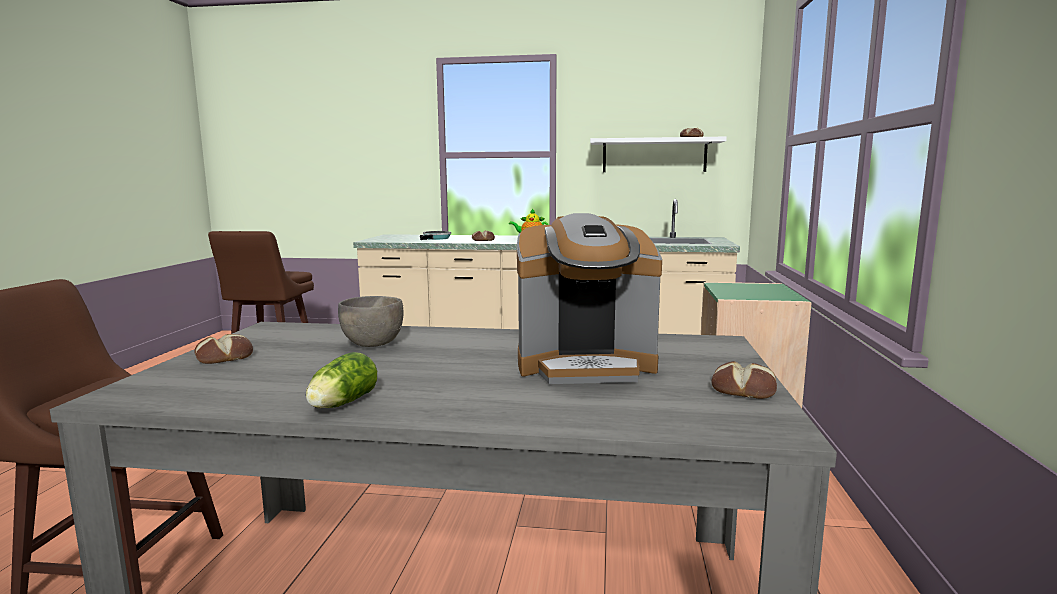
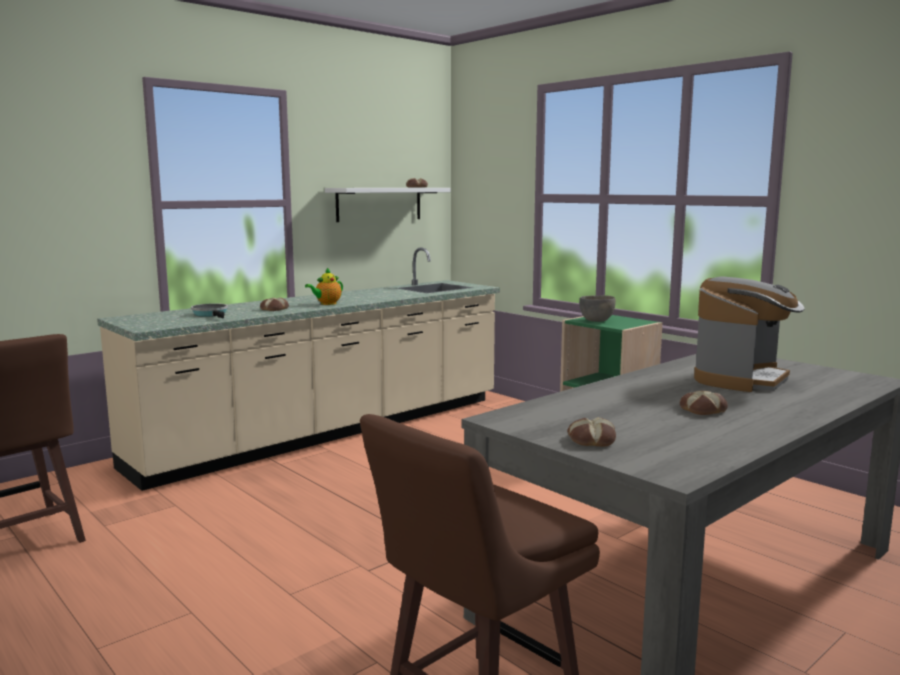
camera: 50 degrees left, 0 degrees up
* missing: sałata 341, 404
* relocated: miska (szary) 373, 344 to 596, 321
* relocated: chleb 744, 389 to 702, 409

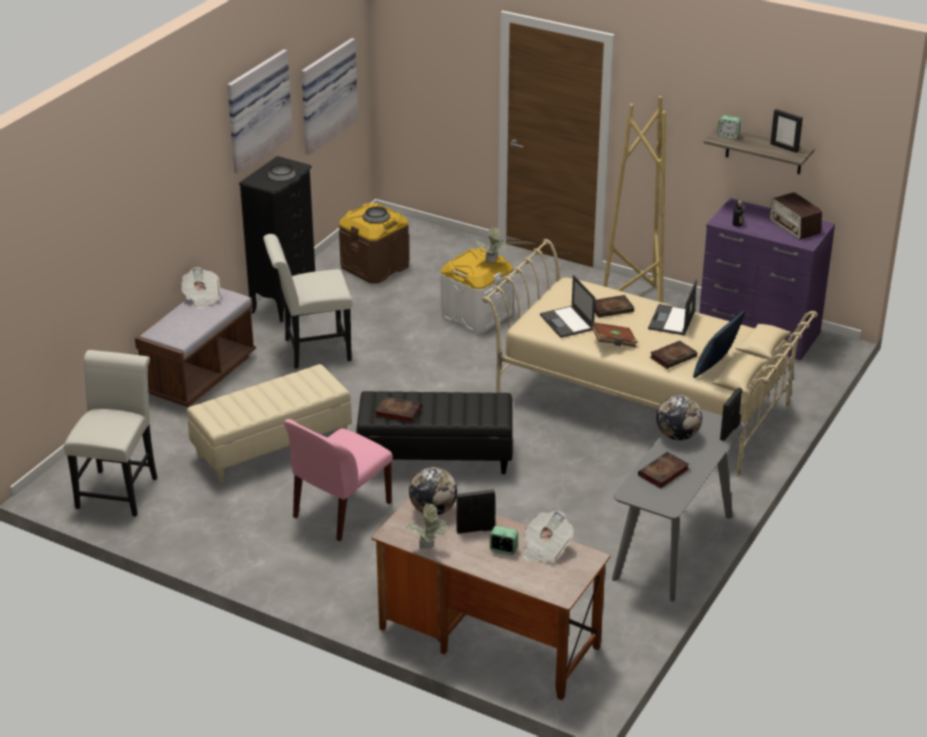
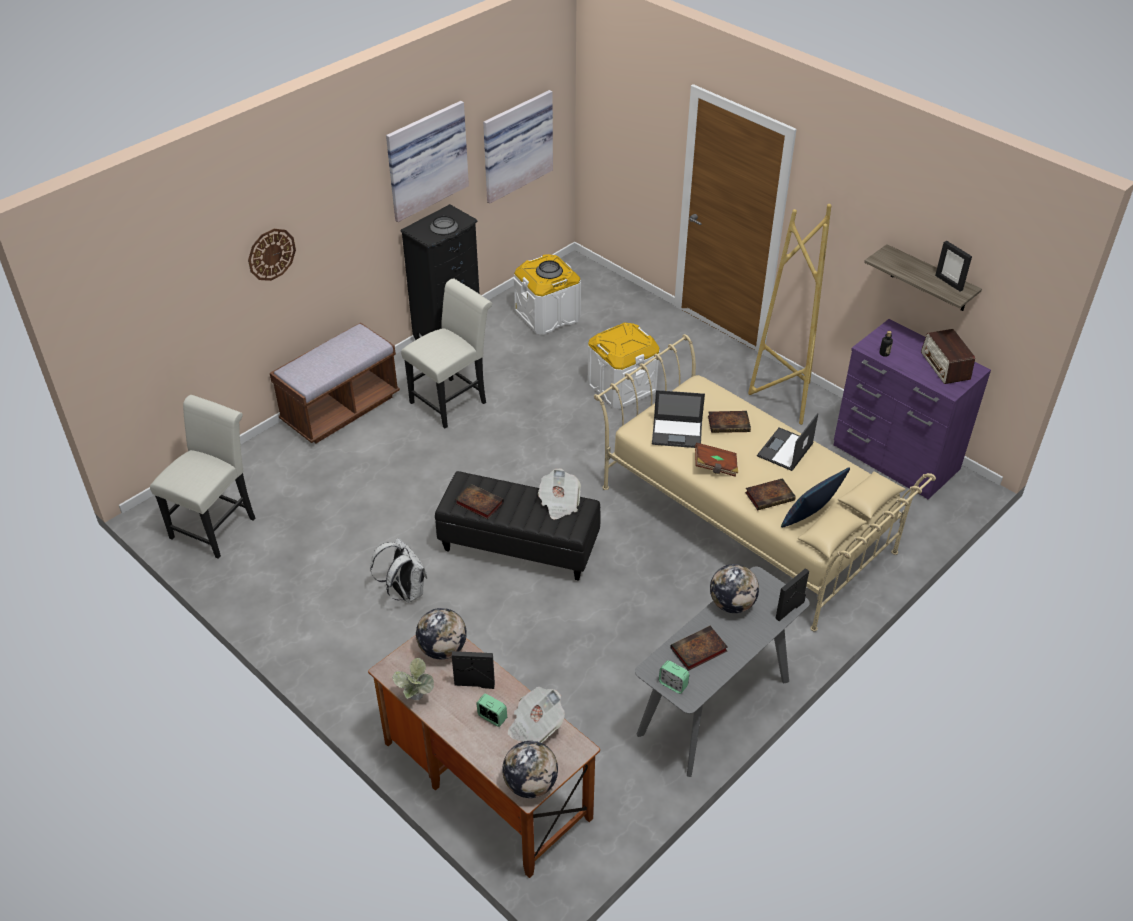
camera: 15 degrees right, 10 degrees up
* missing: pufa (beżowy) 272, 449
* missing: roślina doniczkowa 491, 264
* appeared: zegar ścienny 271, 254
* appeared: globus 530, 784
* relocated: gazeta 202, 298 to 559, 503
* relocated: budzik 728, 135 to 673, 684
* exchanged: krzesło (różowy) 340, 511 to plecak (biały) 404, 592
* colour: pojemnik do przechowywania (brązowy) 375, 267 to pojemnik do przechowywania (biały) 547, 315
* spun: krzesło (biały) 312, 350 = 452, 400 135 degrees clockwise
* spun: laptop 567, 322 = 677, 433 75 degrees counterclockwise

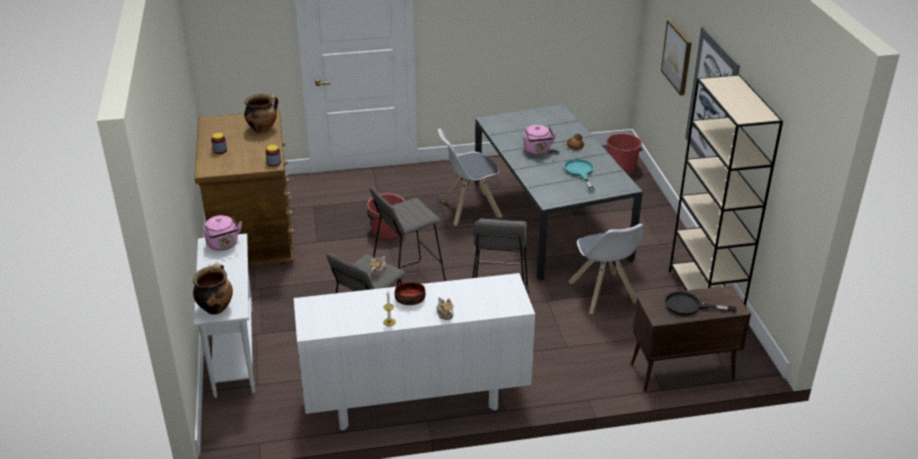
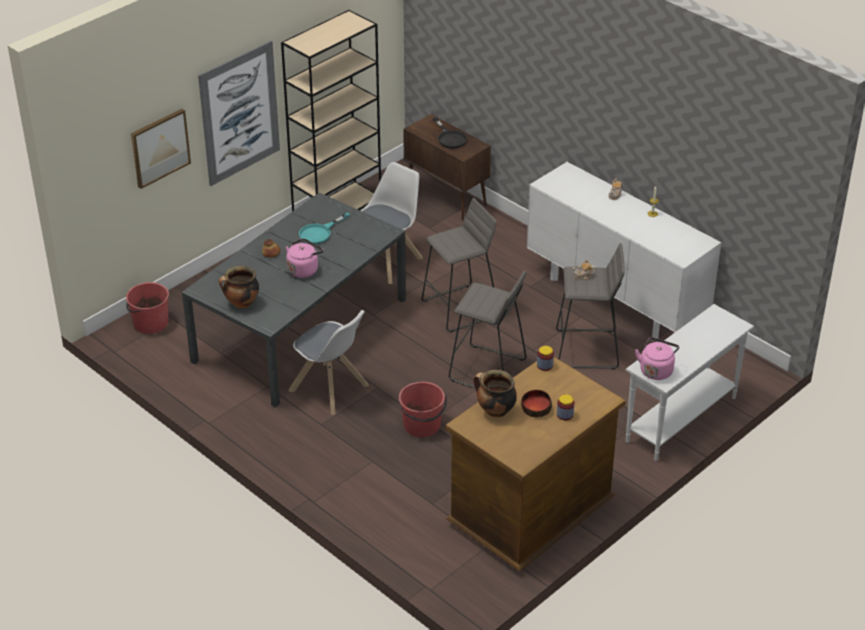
camera: 125 degrees left, 5 degrees up
* relocated: garnek 215, 307 to 241, 304
* relocated: miska 410, 299 to 536, 408

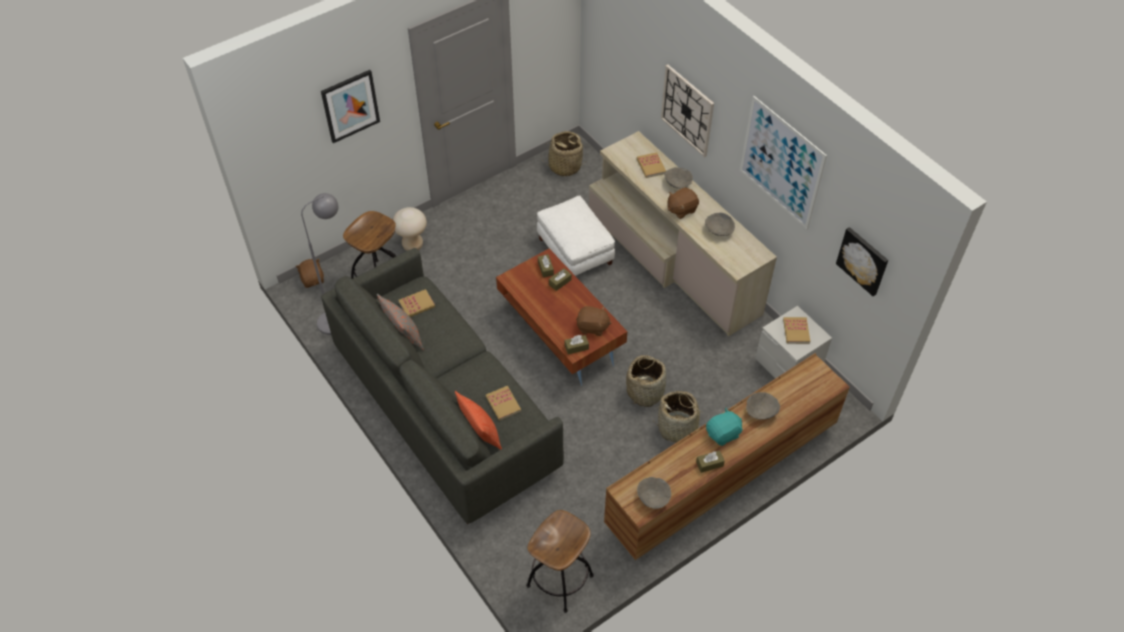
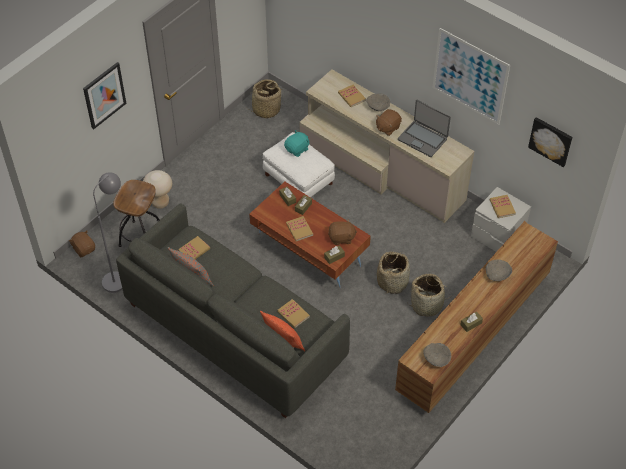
camera: 15 degrees left, 0 degrees up
* missing: stołek (brązowy) 559, 580
* missing: zegar ścienny 687, 110
* appeared: książka 299, 229
* relocated: pluszak (turkusowy) 723, 434 to 297, 149
* exchanged: miska (szary) 719, 230 to laptop 422, 139

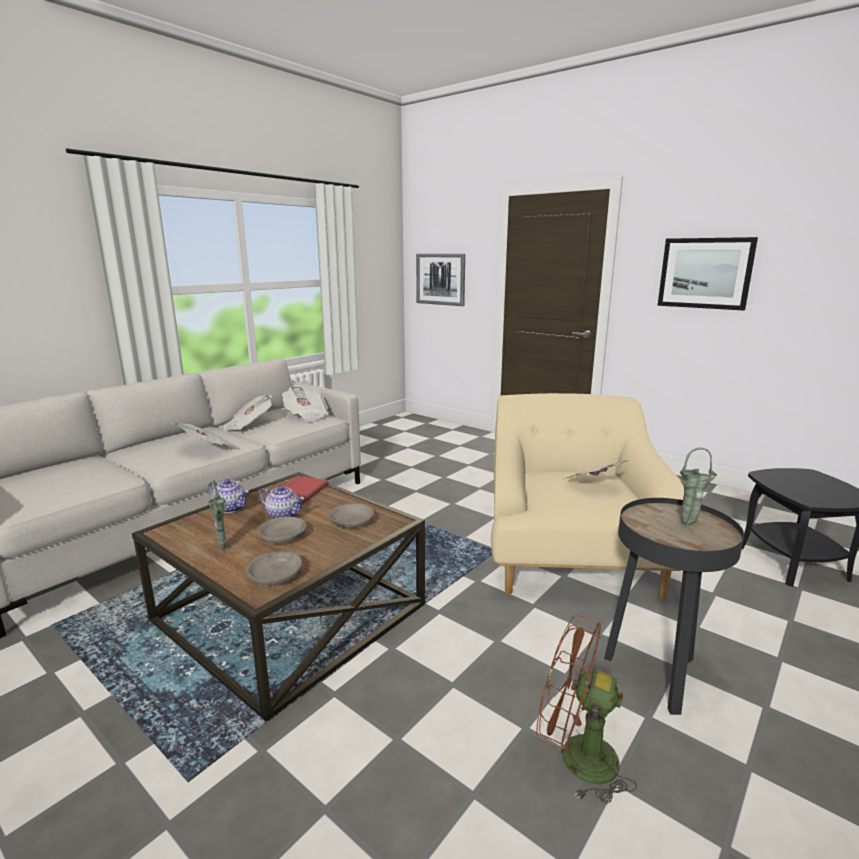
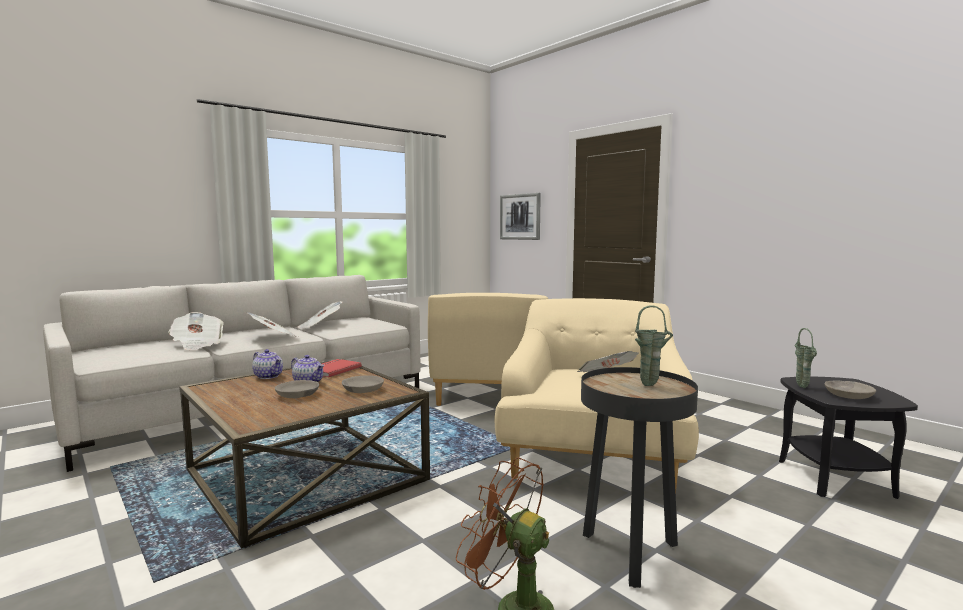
camera: 10 degrees right, 10 degrees down
* missing: obraz 705, 273
* appeared: fotel (beżowy) 491, 391
* relocated: wazon (zielony) 223, 549 to 803, 388
* relocated: miska (szary) 276, 575 to 848, 395
* relocated: gazeta 306, 416 to 197, 344

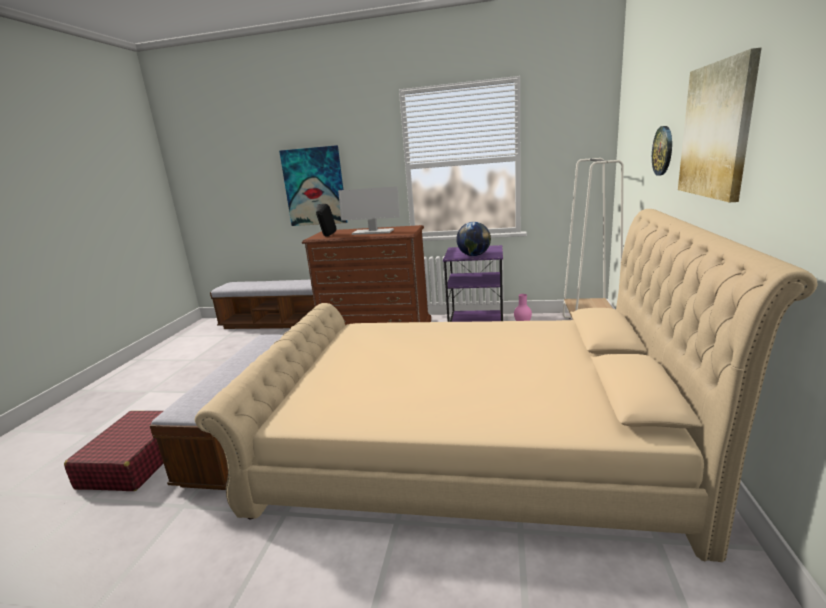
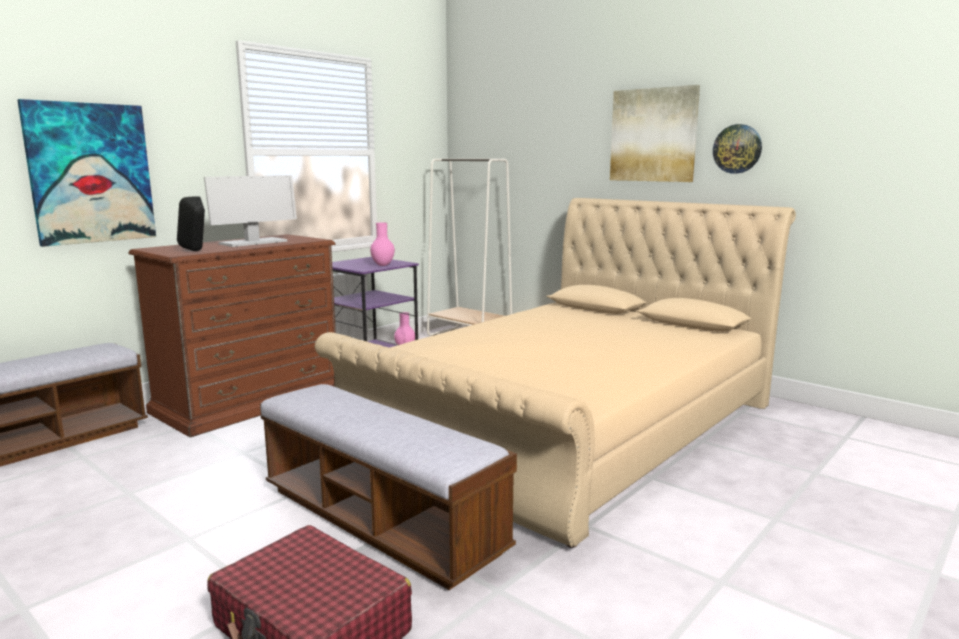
camera: 60 degrees left, 5 degrees down
* relocated: zegar ścienny 663, 150 to 737, 149
* exchanged: globus 474, 255 to wazon (różowy) 382, 265

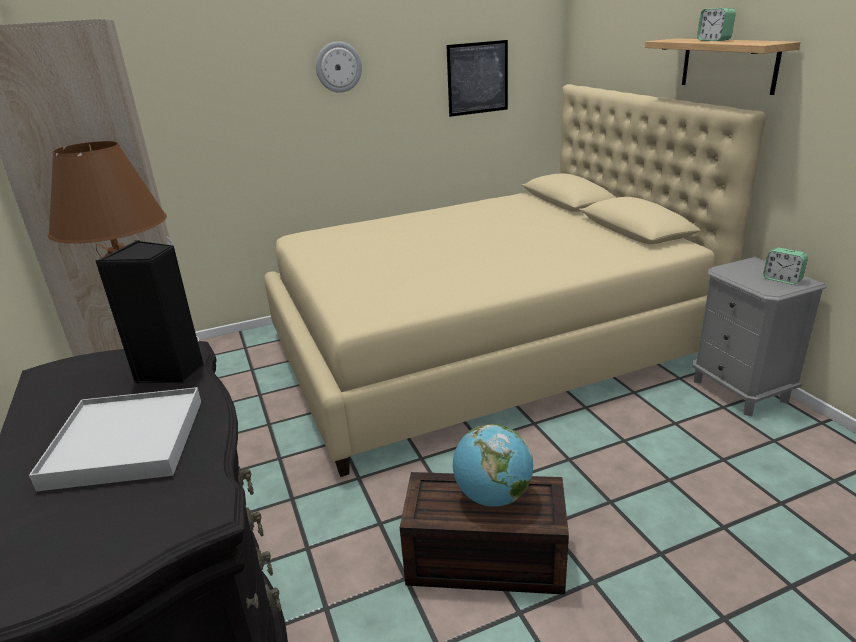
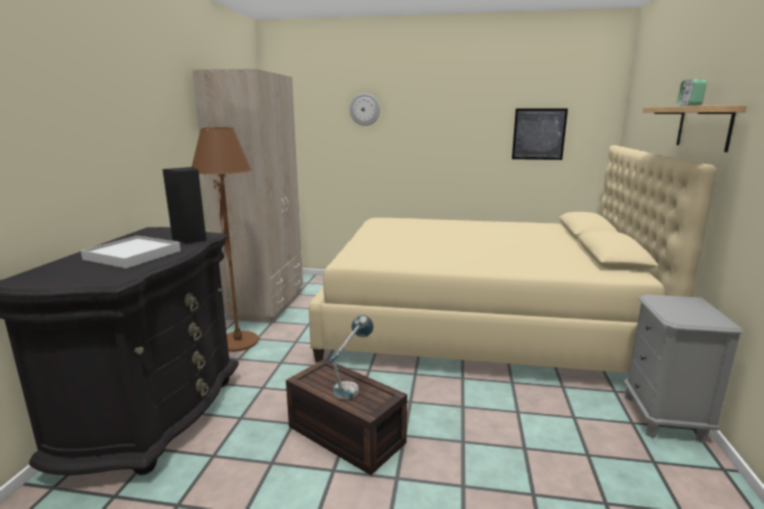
camera: 30 degrees right, 10 degrees down
* missing: budzik 782, 279
* relocated: zegar ścienny 338, 67 to 365, 109
* exchanged: globus 492, 496 to lampa stołowa 352, 386

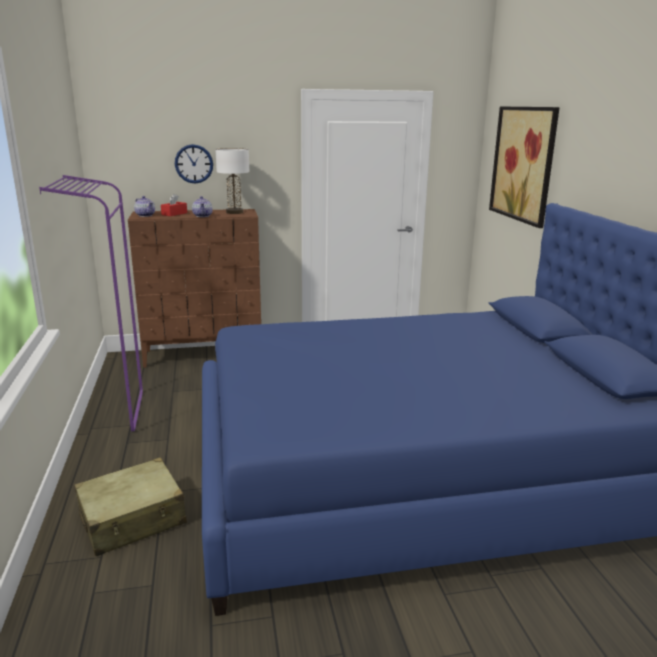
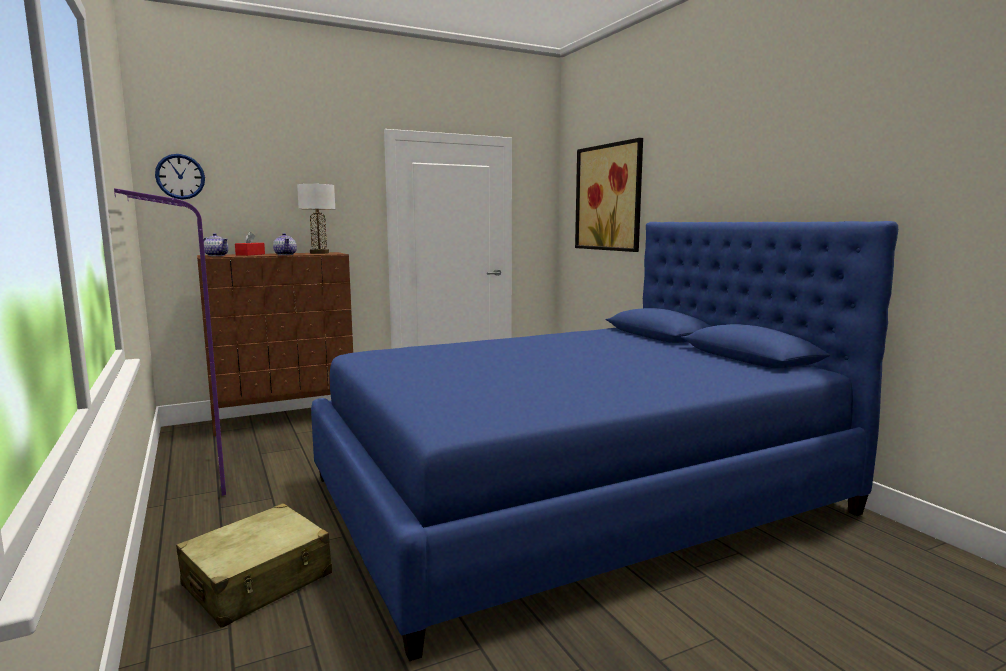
camera: 15 degrees left, 10 degrees down
* relocated: zegar ścienny 194, 164 to 180, 176

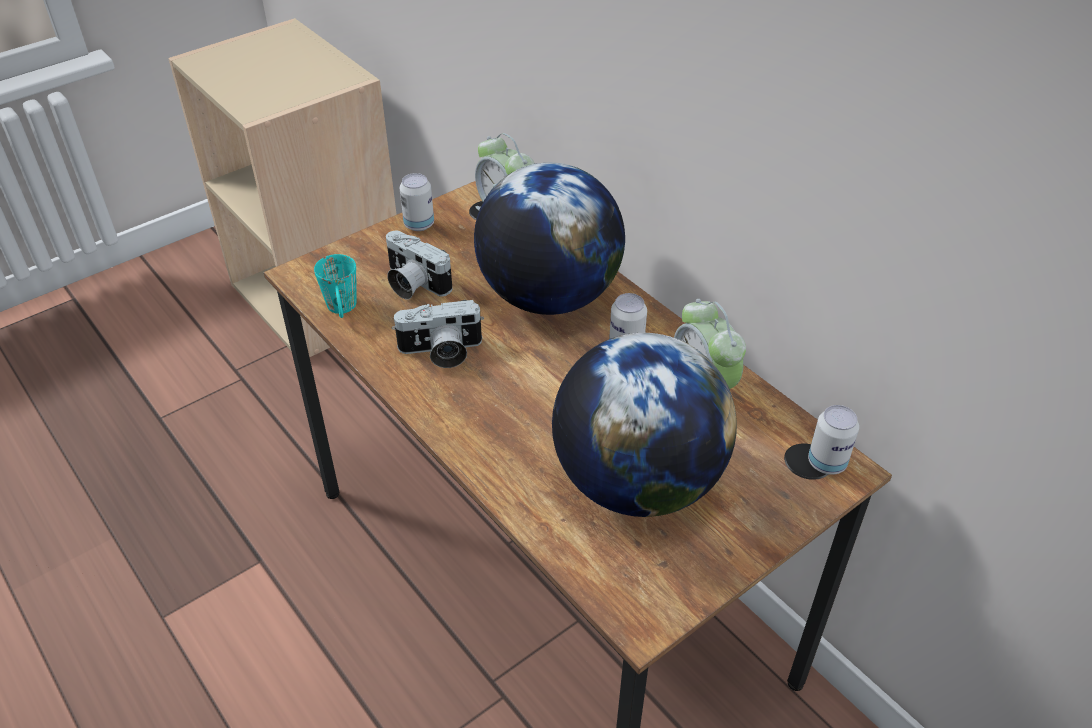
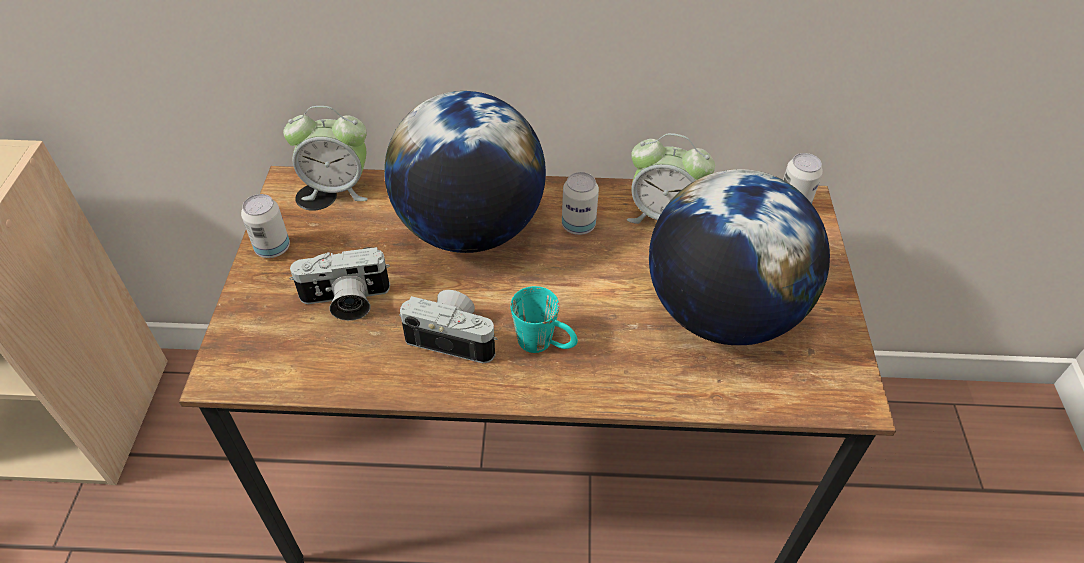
camera: 50 degrees left, 5 degrees up
* relocated: kubek (turkusowy) 343, 311 to 545, 344
* spun: aparat fotograficzny 441, 352 = 454, 337 105 degrees counterclockwise

